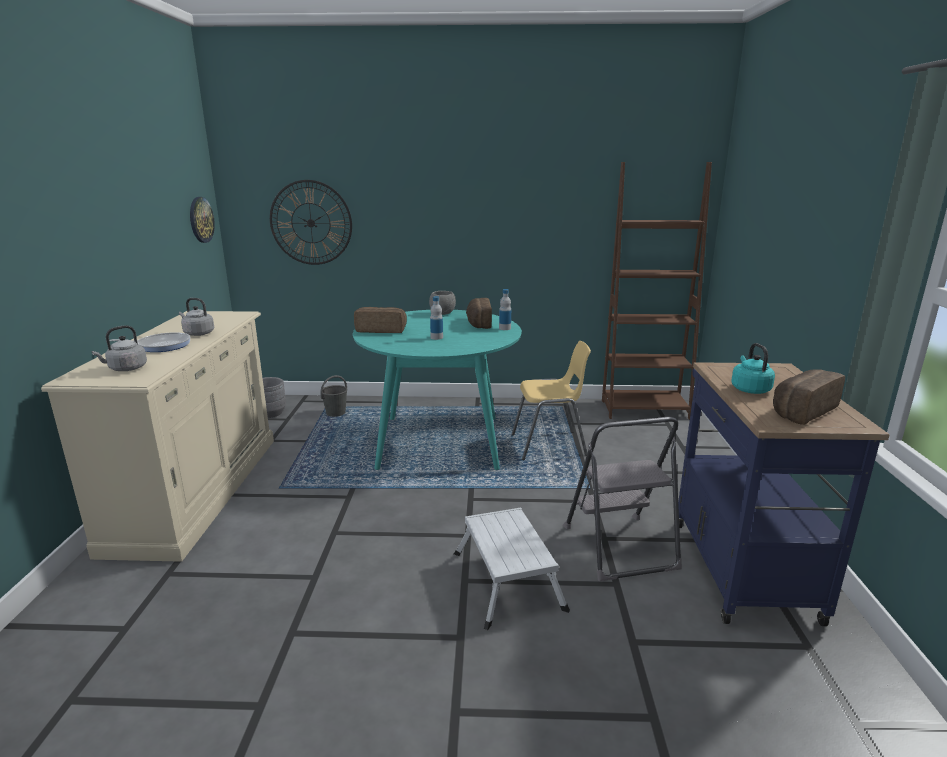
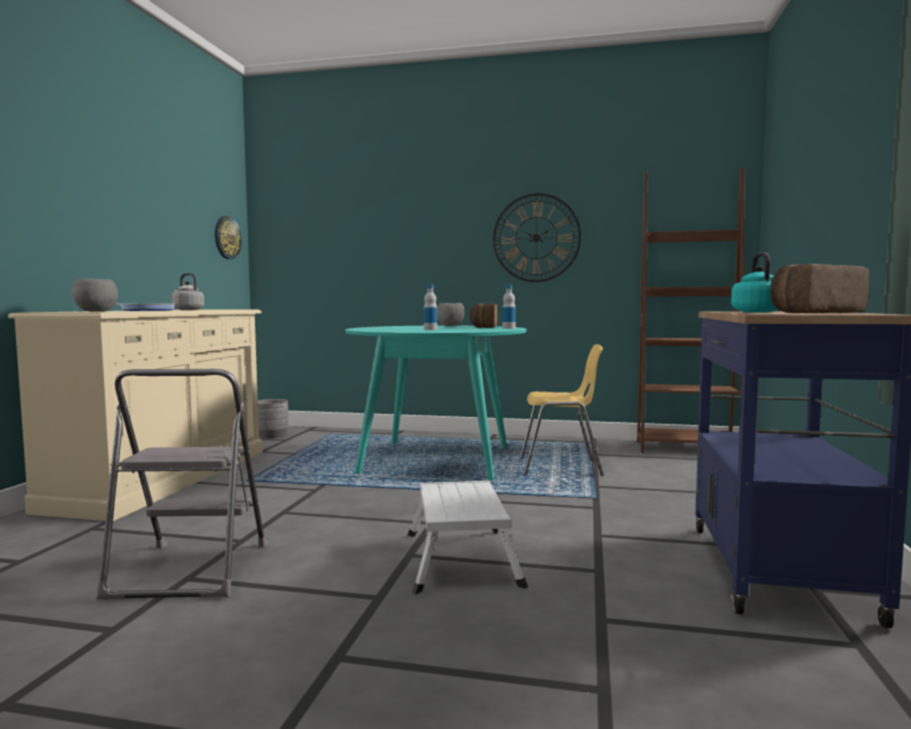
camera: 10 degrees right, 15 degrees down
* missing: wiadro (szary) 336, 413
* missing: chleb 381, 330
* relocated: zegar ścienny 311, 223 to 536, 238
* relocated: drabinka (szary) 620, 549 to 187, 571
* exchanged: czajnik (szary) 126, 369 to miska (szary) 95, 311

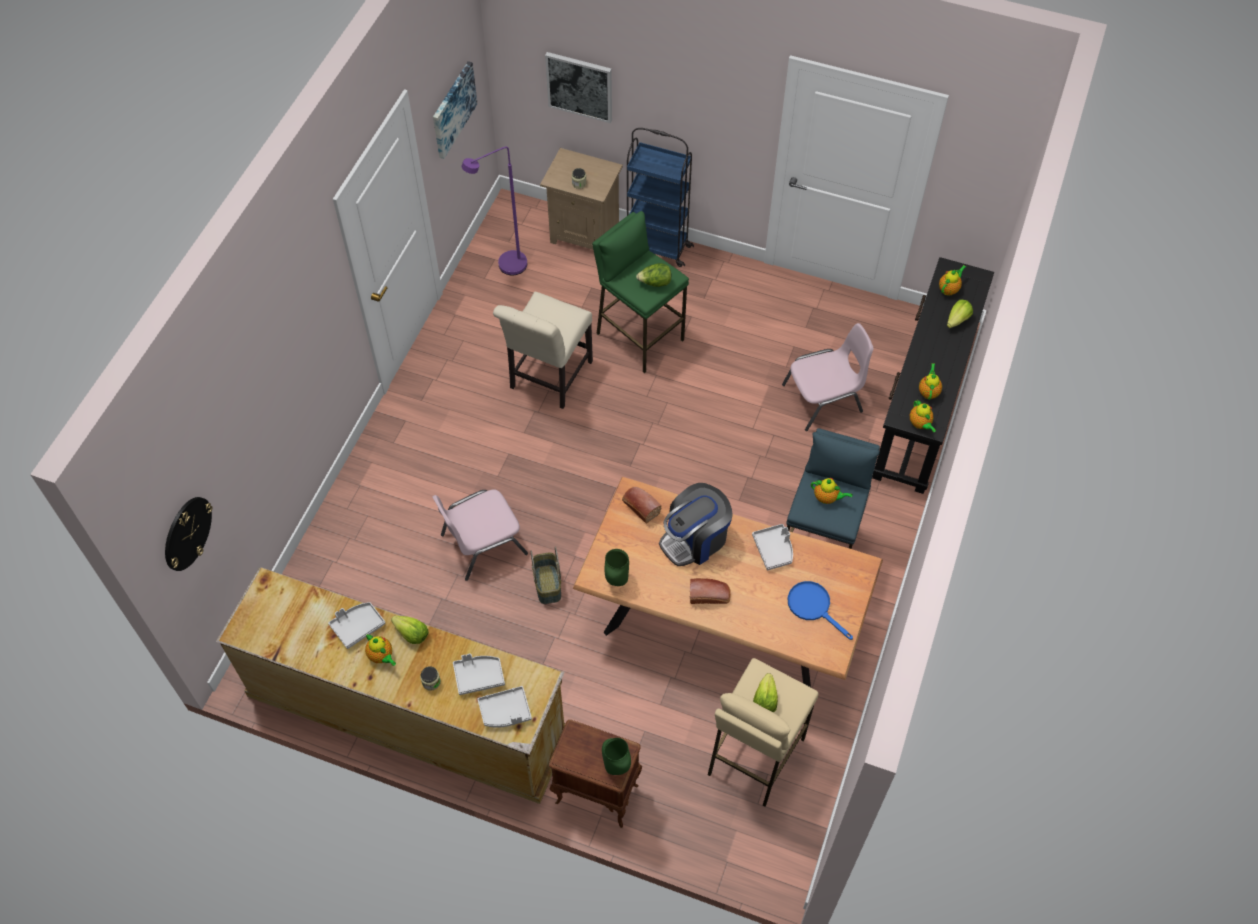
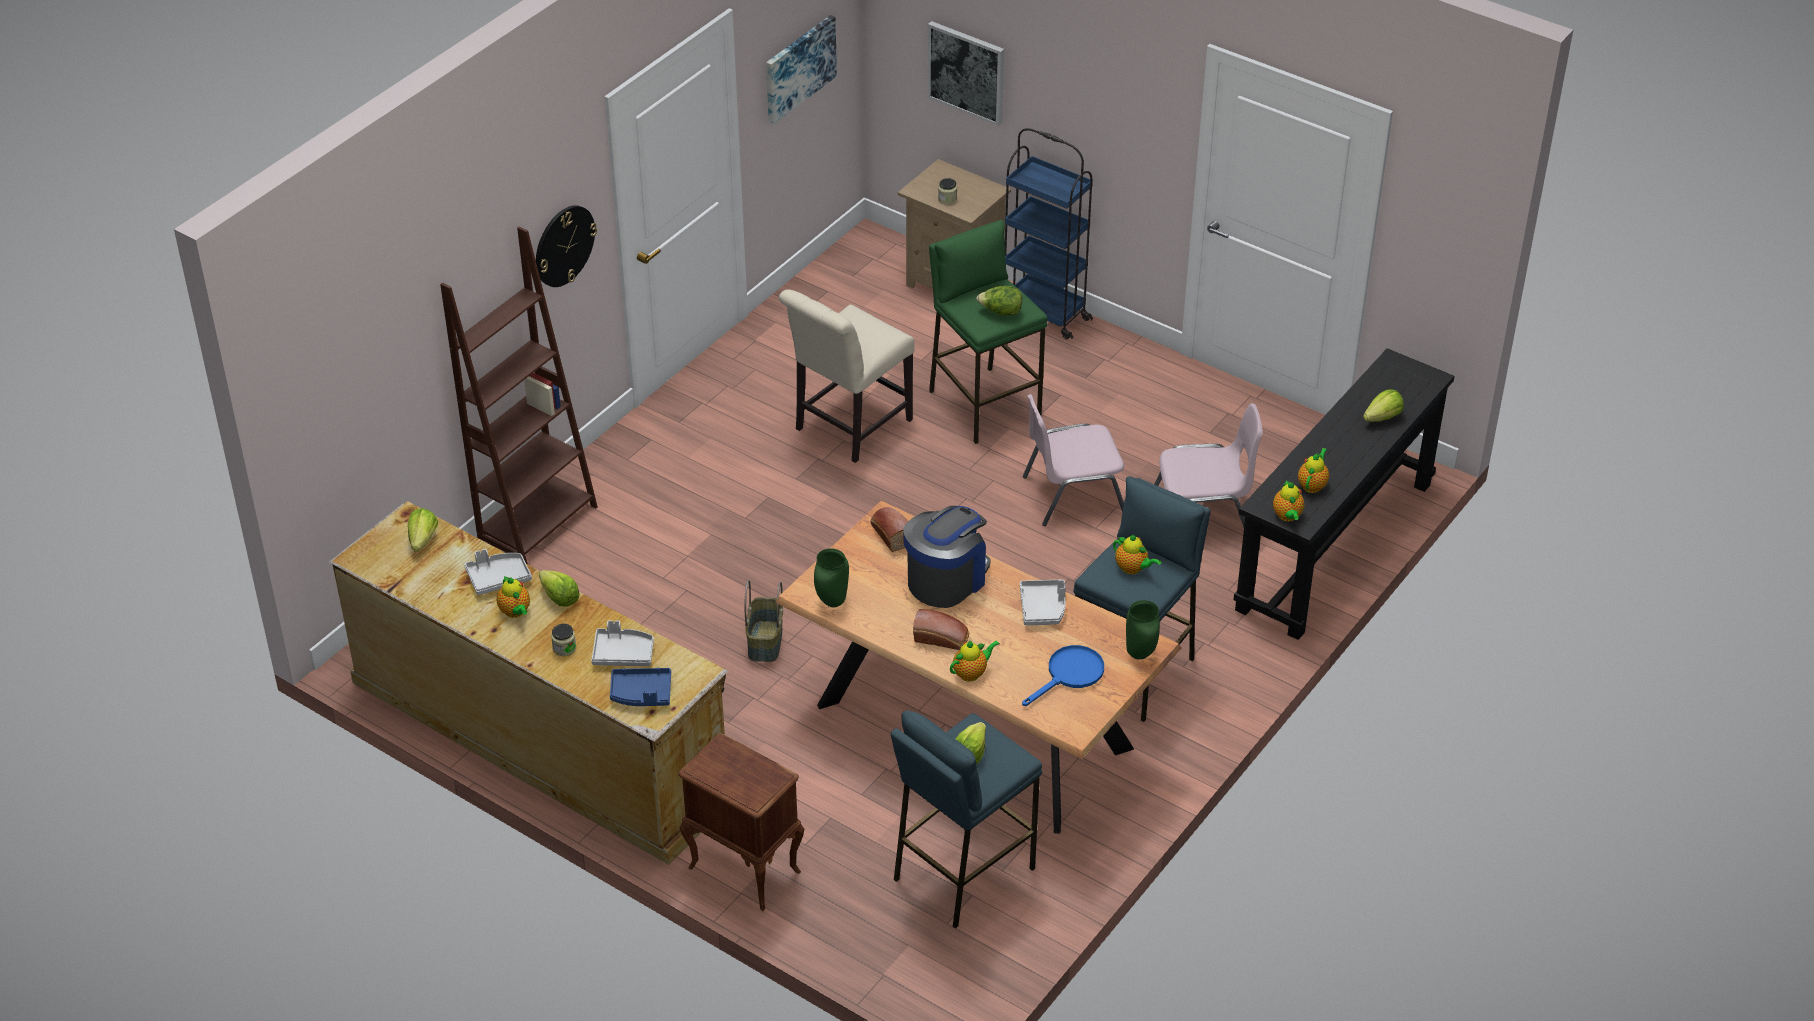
camera: 15 degrees right, 15 degrees down
* missing: lampa stojąca (fioletowy) 505, 268
* appeared: sałata 423, 540
* appeared: regał (brązowy) 537, 524
* relocated: zegar ścienny 187, 533 to 564, 245
* relocated: krzesło (różowy) 482, 544 to 1071, 494
* relocated: wazon (zielony) 615, 767 to 1139, 654
* relocated: imbryk 949, 289 to 971, 673
* colour: taca (szary) 505, 711 to taca (niebieski) 641, 694
* colour: stołek (beżowy) 754, 756 to stołek (niebieski) 962, 873
* spun: ekspres do kawy 695, 539 = 946, 579 150 degrees clockwise
* spun: patelnia (niebieski) 813, 606 = 1070, 675 75 degrees clockwise

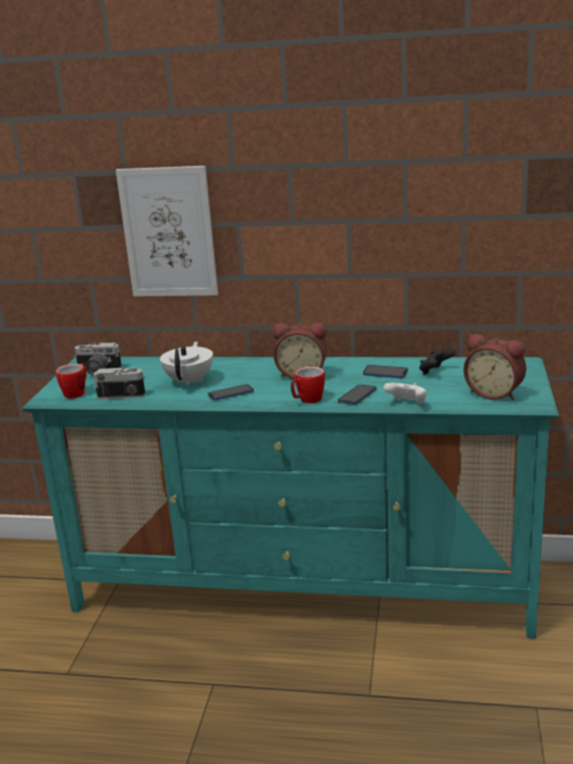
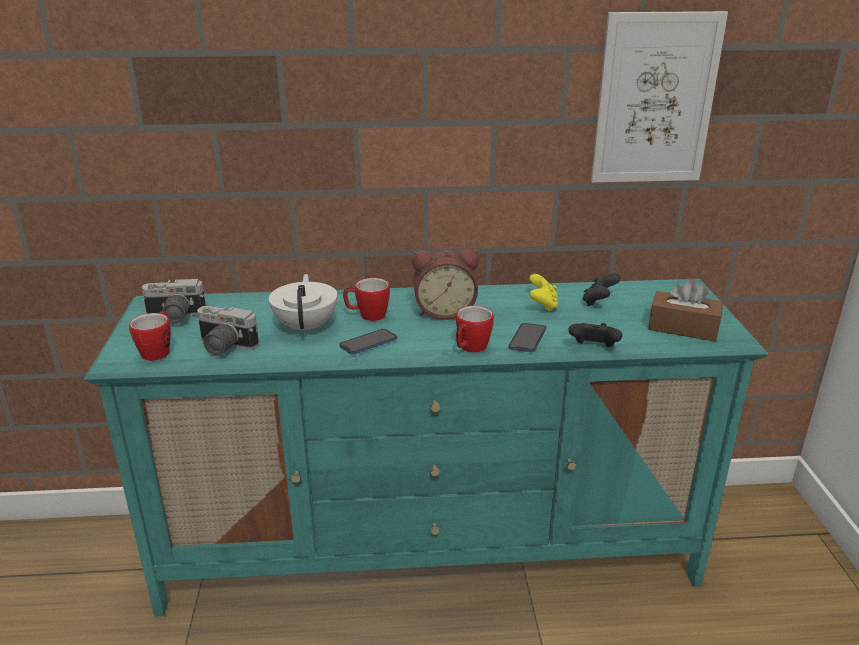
camera: 15 degrees left, 5 degrees up
* appeared: kubek 367, 316
* relocated: obraz 168, 233 to 655, 100
* exchanged: telefon 385, 373 to pad do gier (żółty) 542, 305
* exchanged: budzik 495, 393 to pudełko chusteczek (brązowy) 683, 328
* colour: pad do gier (biały) 407, 404 to pad do gier (czarny) 593, 348
* spun: aparat fotograficzny 123, 392 = 223, 347 150 degrees counterclockwise

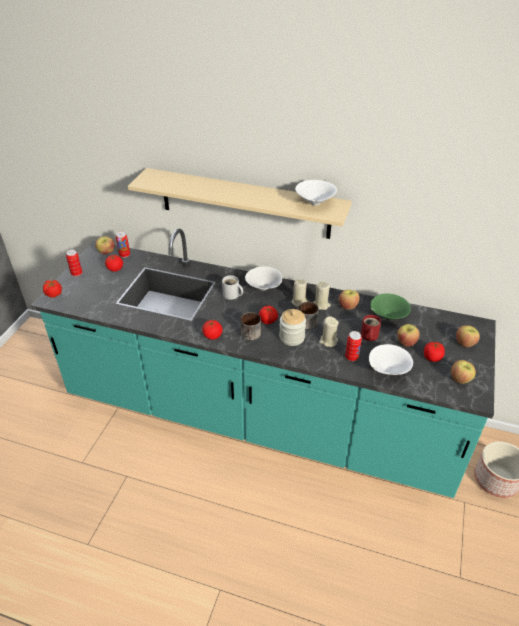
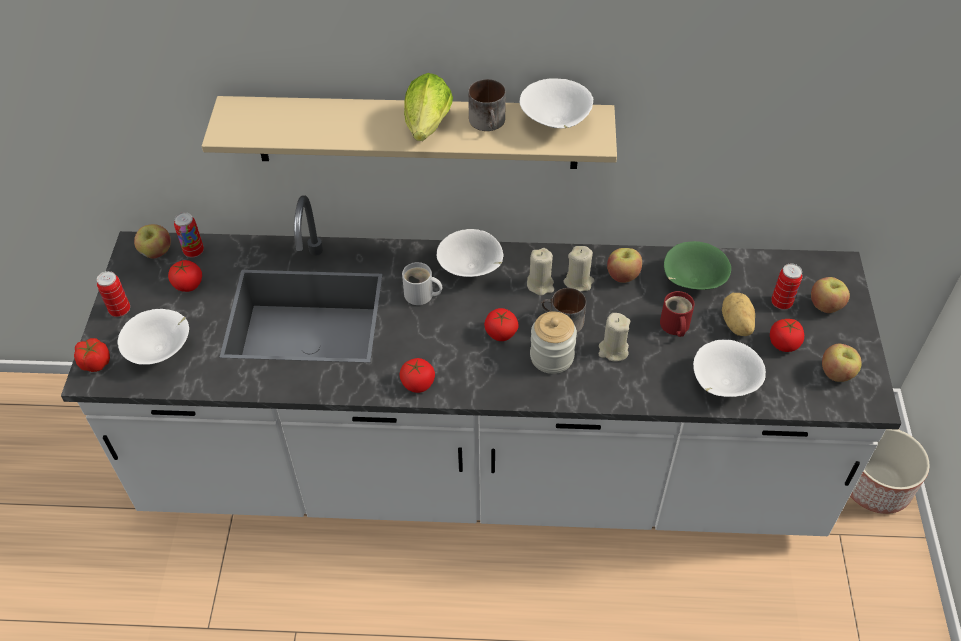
camera: 15 degrees left, 10 degrees up
* appeared: miska (biały) 161, 350
* appeared: sałata 427, 129
* relocated: kubek 251, 335 to 489, 122
* relocated: puszka 351, 357 to 781, 303
* exchanged: jabłko 406, 342 to ziemniak 735, 324
* colour: zabudowa kuchenna (turkusowy) 259, 416 to zabudowa kuchenna (biały) 482, 468

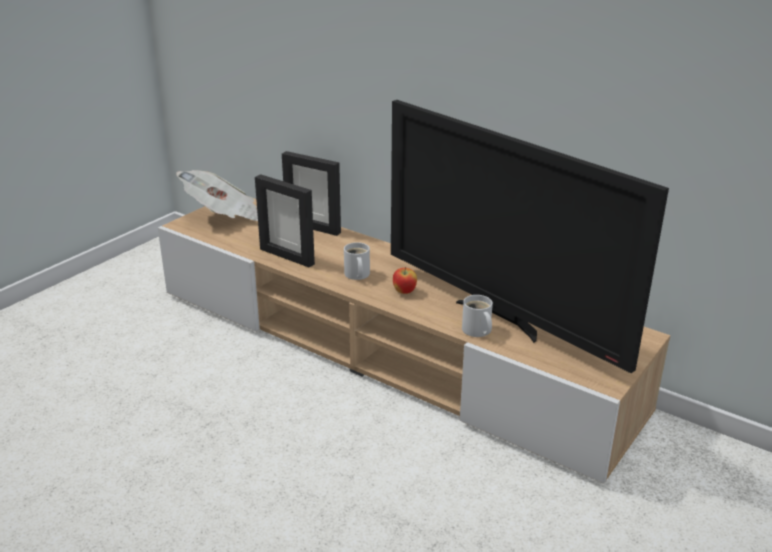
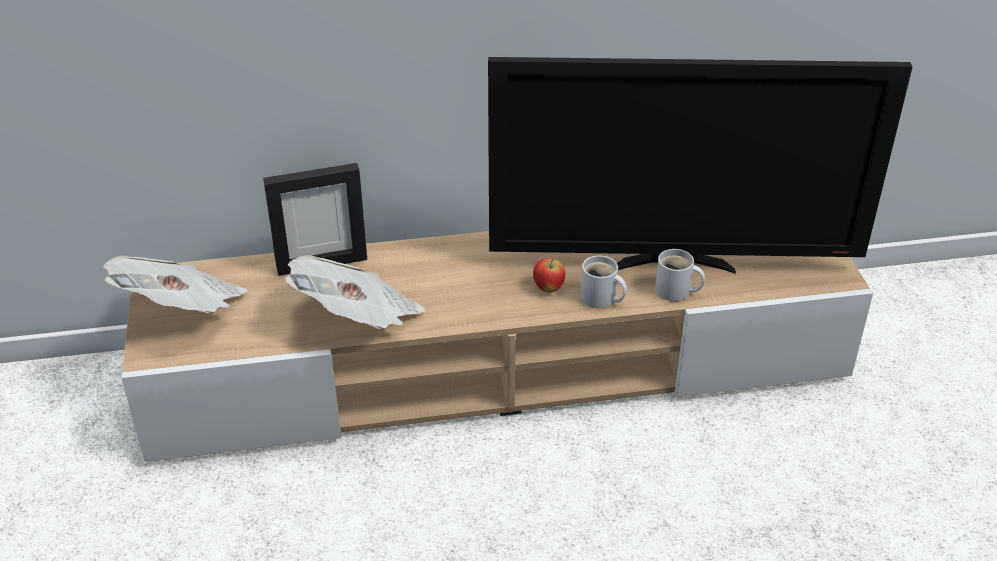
camera: 45 degrees left, 10 degrees up
* relocated: kubek (biały) 356, 275 to 600, 299
* exchanged: ramka na zdjęcie 288, 256 to gazeta 359, 318

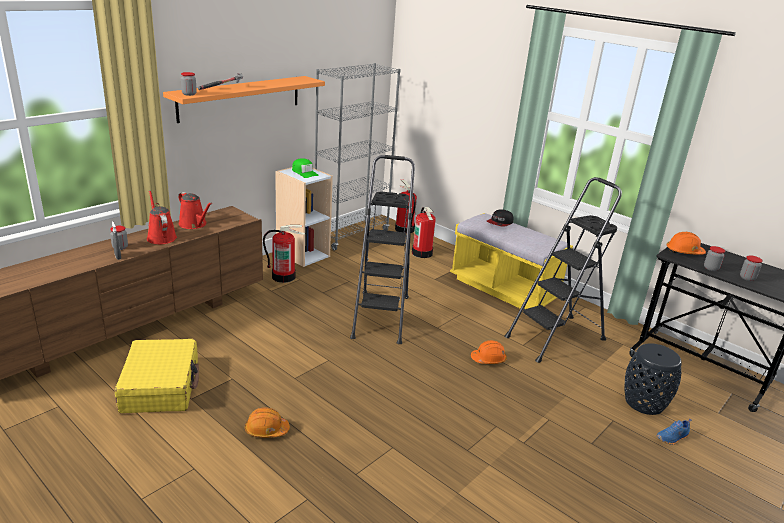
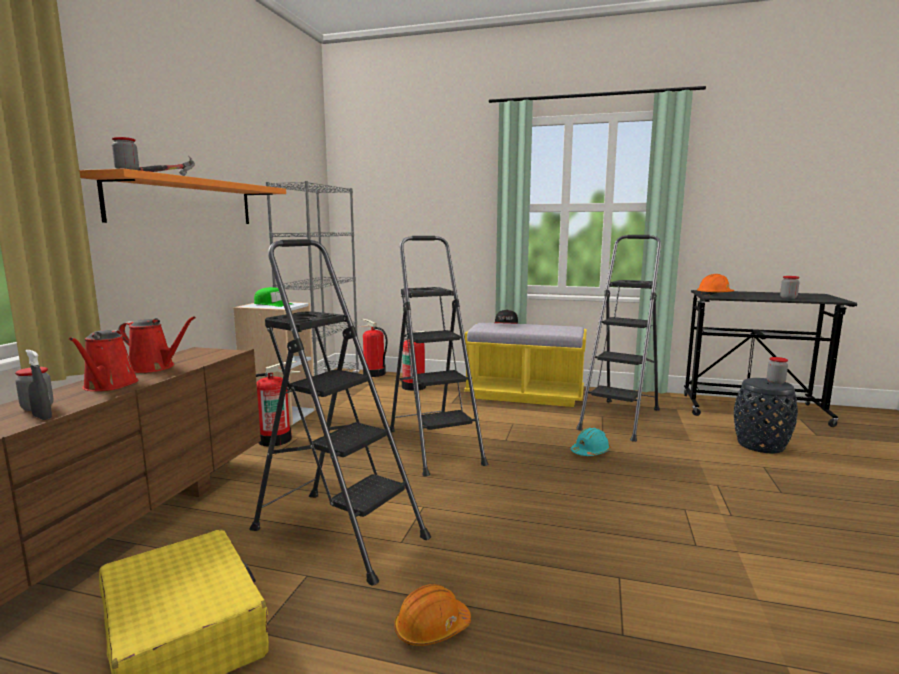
camera: 25 degrees left, 15 degrees down
* missing: but (niebieski) 672, 438
* appeared: drabinka 337, 531
* relocated: słoik 711, 268 to 775, 382
* colour: kask (pomarańczowy) 488, 359 to kask (turkusowy) 590, 452
* spun: konewka (czerwony) 161, 237 = 108, 386 135 degrees counterclockwise

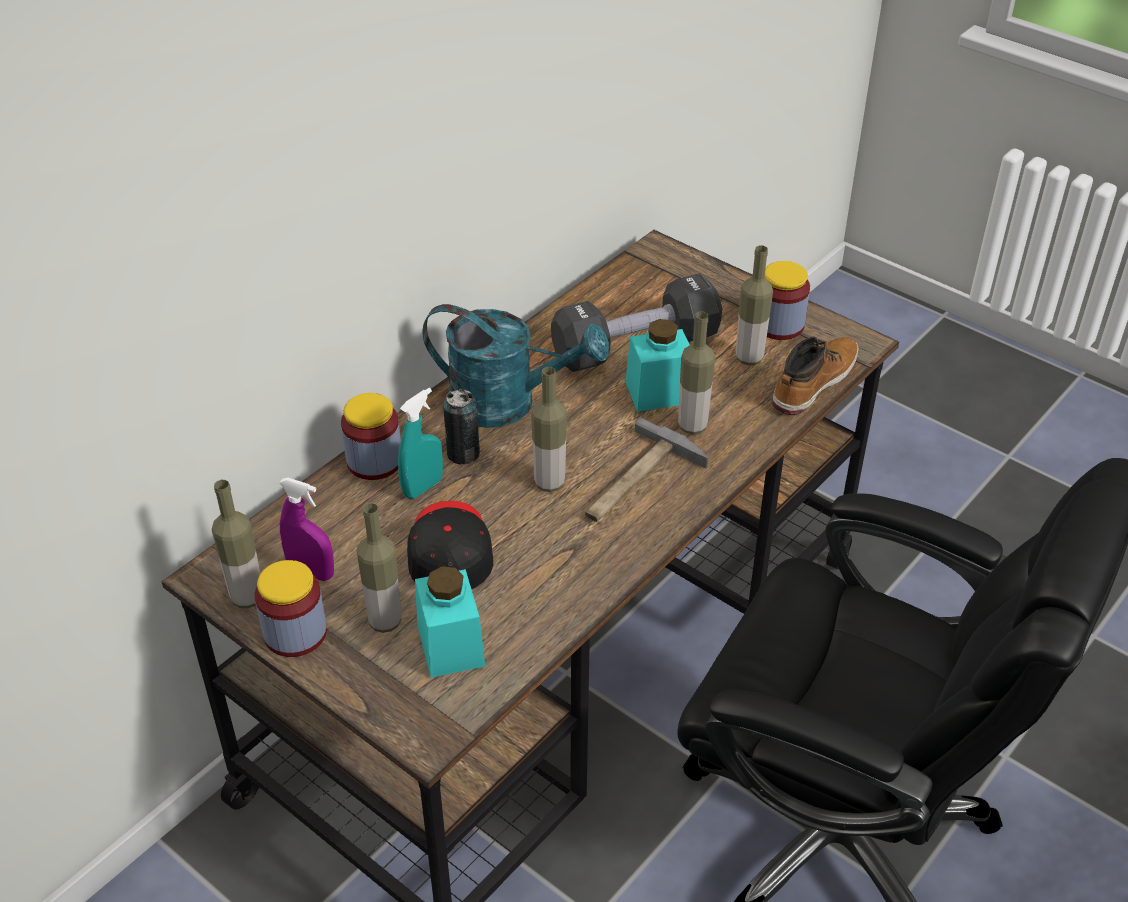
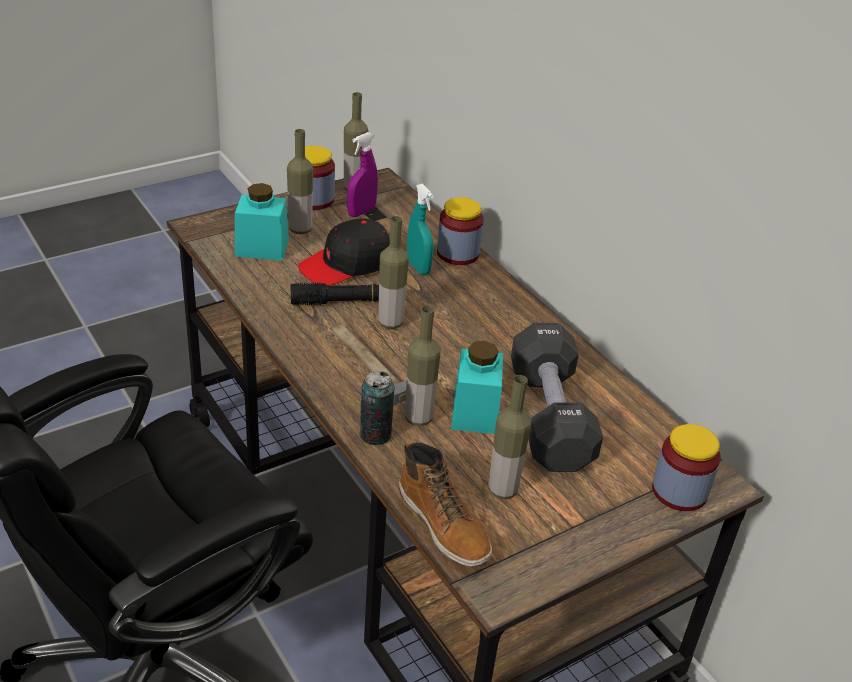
camera: 105 degrees right, 5 degrees down
* missing: konewka (turkusowy) 508, 404
* appeared: latarka (czarny) 346, 302
* relocated: puszka 463, 454 to 375, 435
* relocated: słoik 779, 325 to 679, 491
* spun: czapka z daszkiem (czarny) 449, 551 = 346, 264 135 degrees clockwise

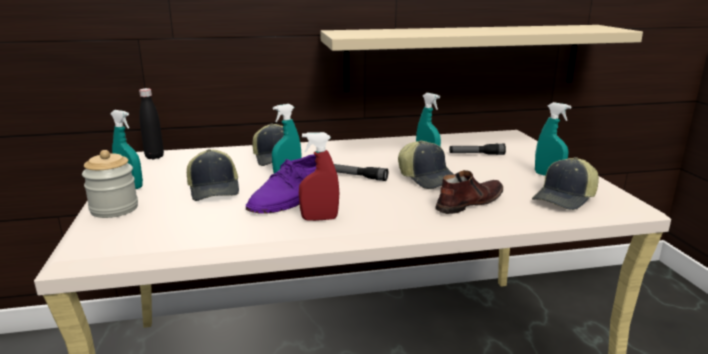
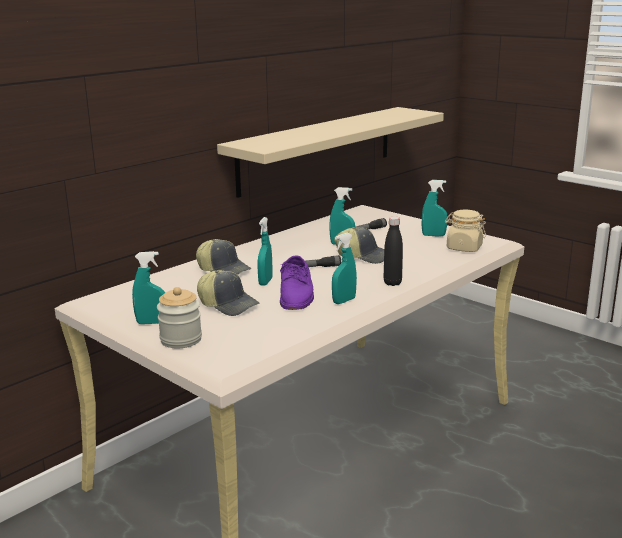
camera: 35 degrees left, 0 degrees up
* missing: but (brązowy) 468, 203
* relocated: butelka (czarny) 154, 157 to 392, 283
* exchanged: czapka z daszkiem 565, 199 to słoik (beżowy) 464, 248
* colour: spryskiwacz (czerwony) 319, 219 to spryskiwacz (turkusowy) 344, 301

